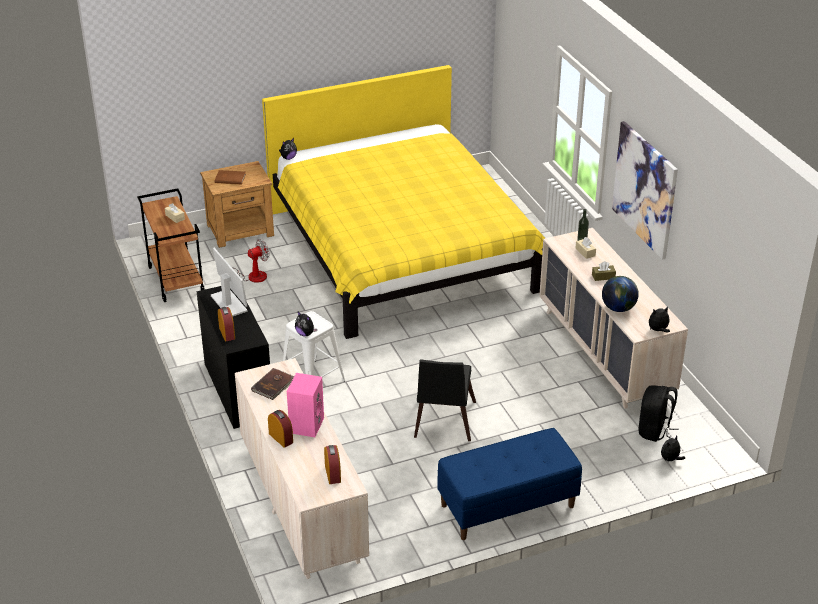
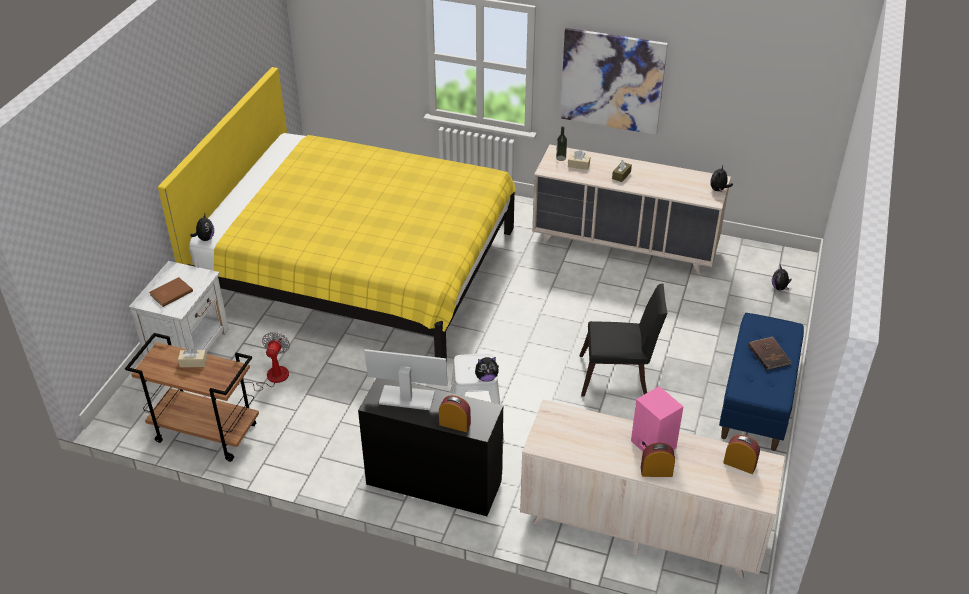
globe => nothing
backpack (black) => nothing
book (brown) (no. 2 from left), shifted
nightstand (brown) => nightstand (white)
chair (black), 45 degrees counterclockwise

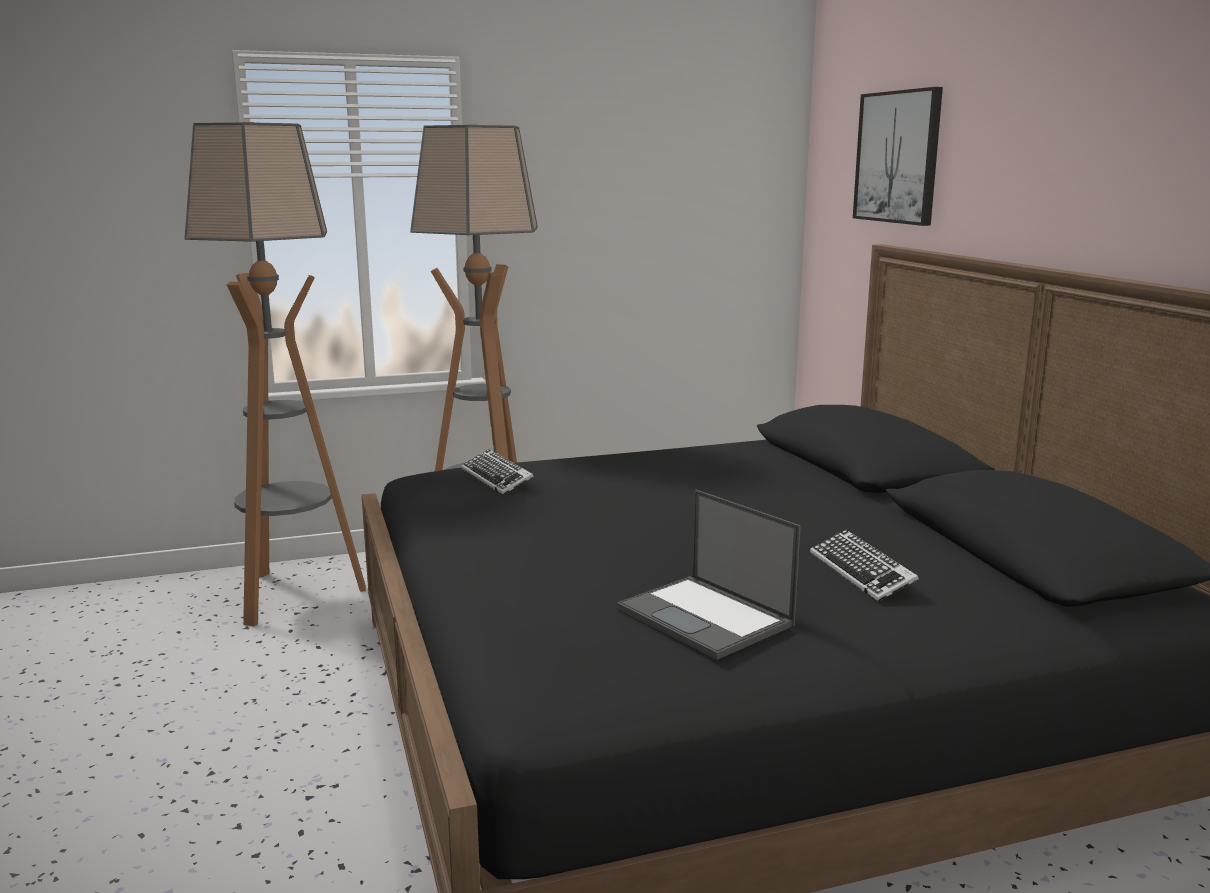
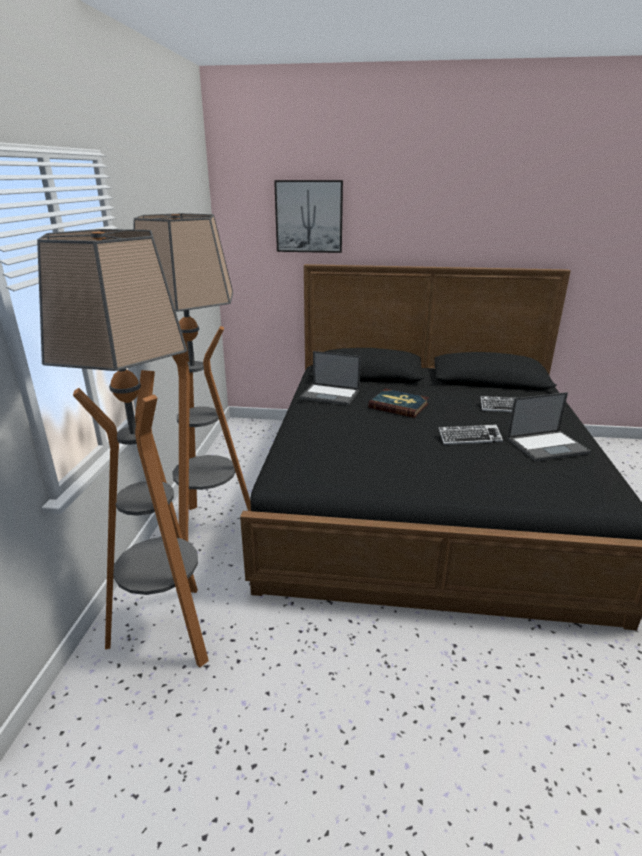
nothing => laptop (no. 1 from left)
nothing => book
keyboard (no. 1 from left), shifted

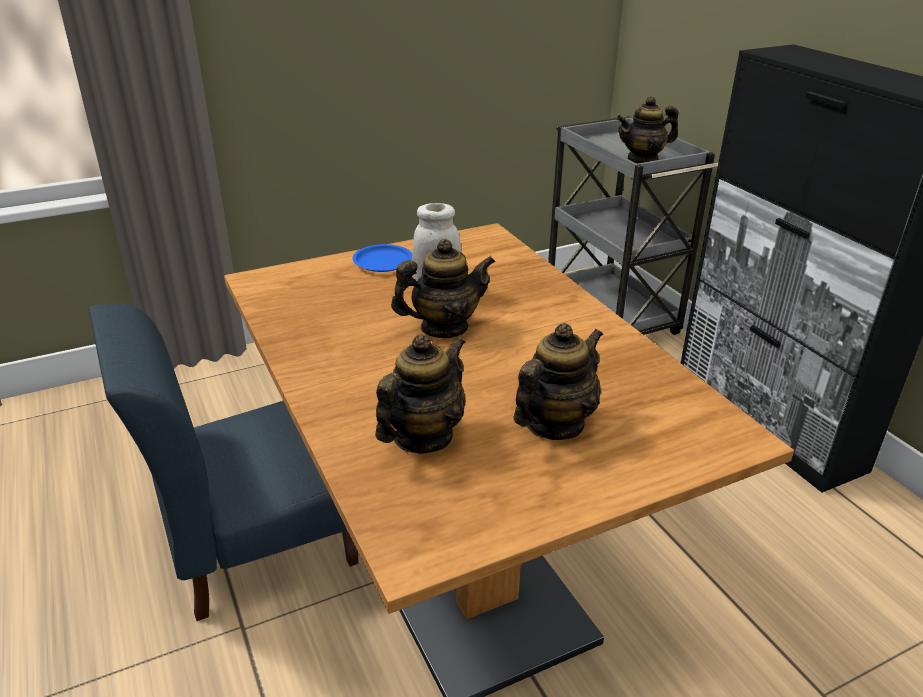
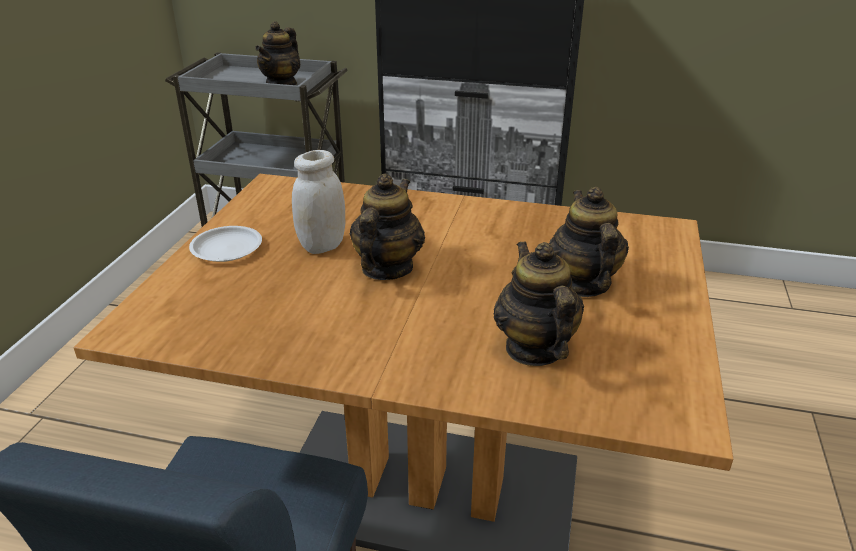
plate (blue) => plate (white)

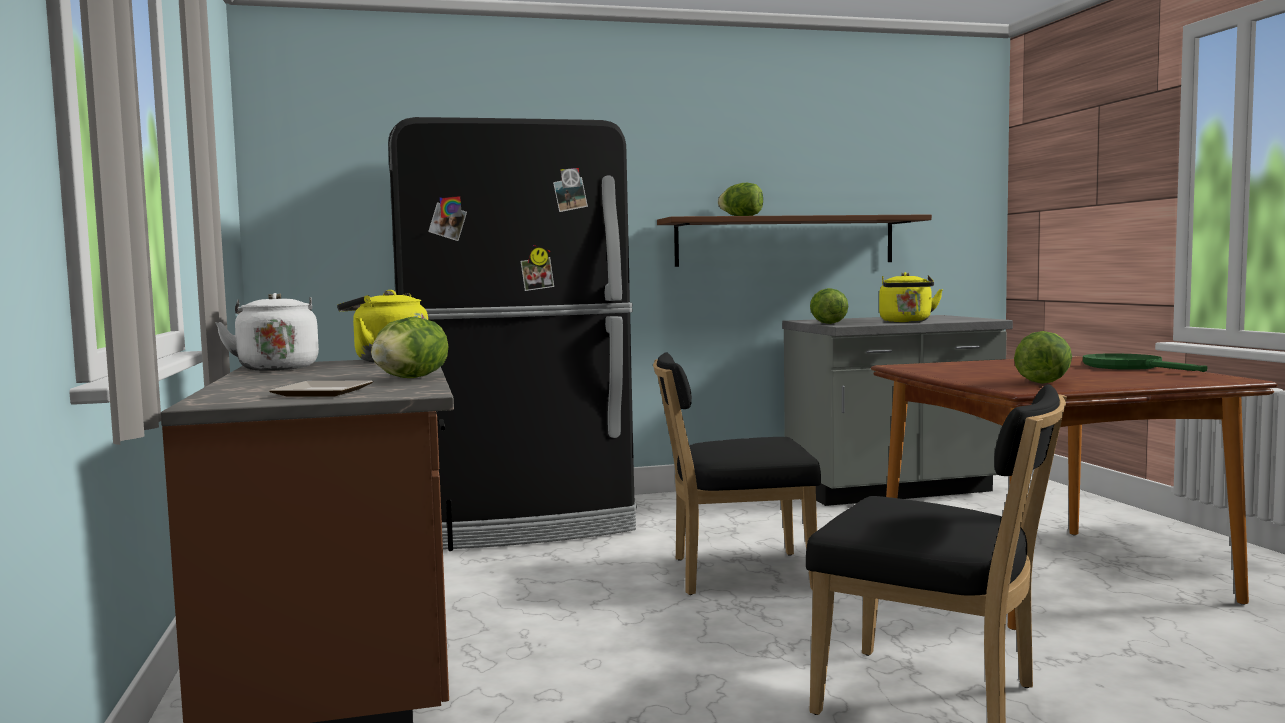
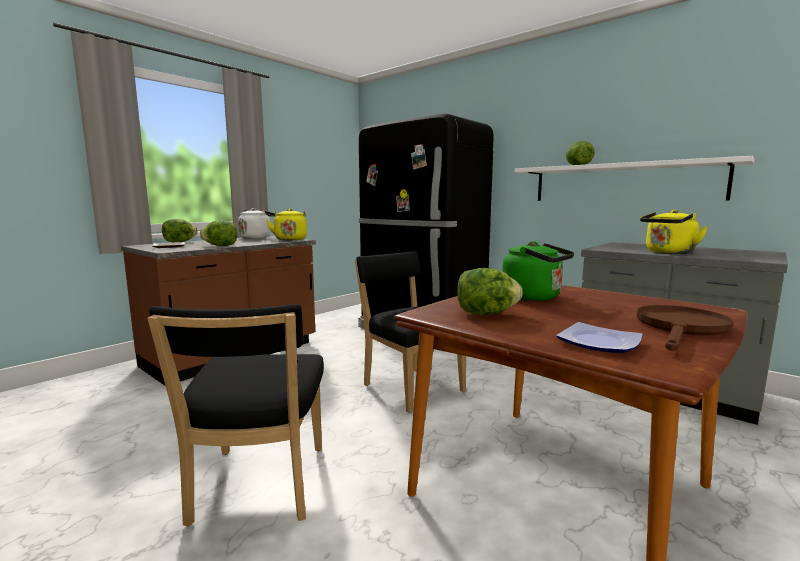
nothing => kettle (green)
nothing => plate (no. 2 from left)
lettuce (no. 3 from left in the first image) => lettuce (no. 1 from left), shifted
shelf (brown) => shelf (white)
frying pan (green) => frying pan (brown)

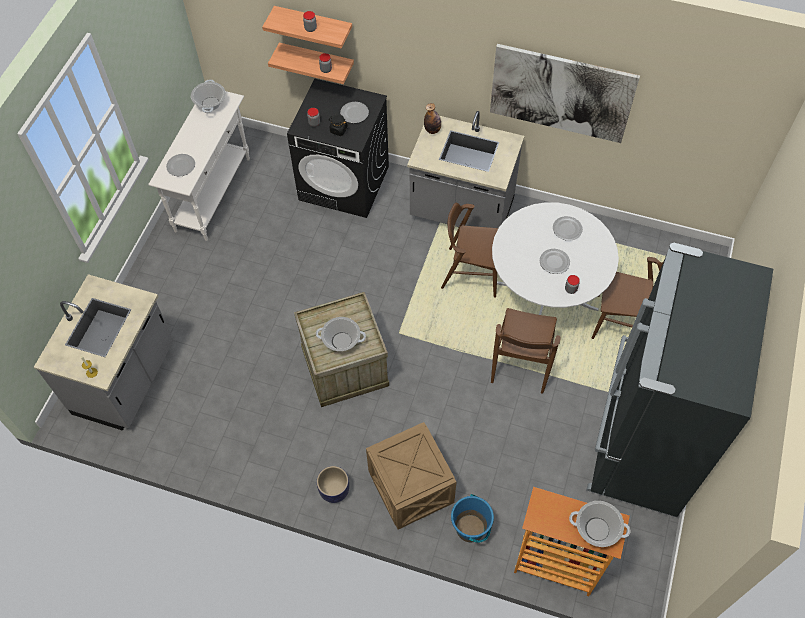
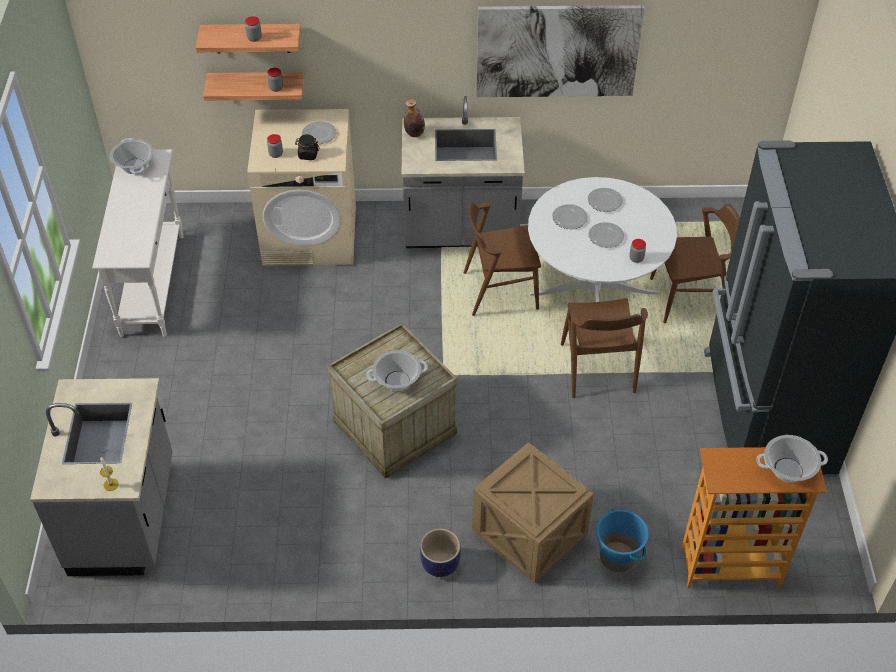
plate (no. 1 from left in the first image) => plate (no. 2 from left), shifted
washing machine (black) => washing machine (beige)

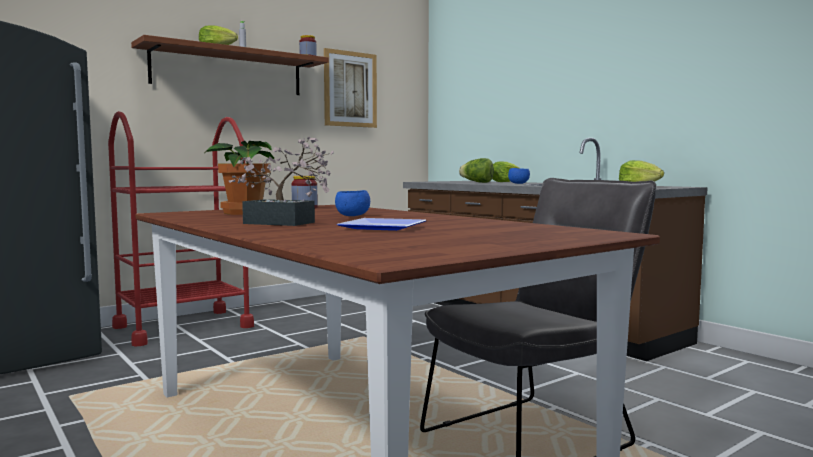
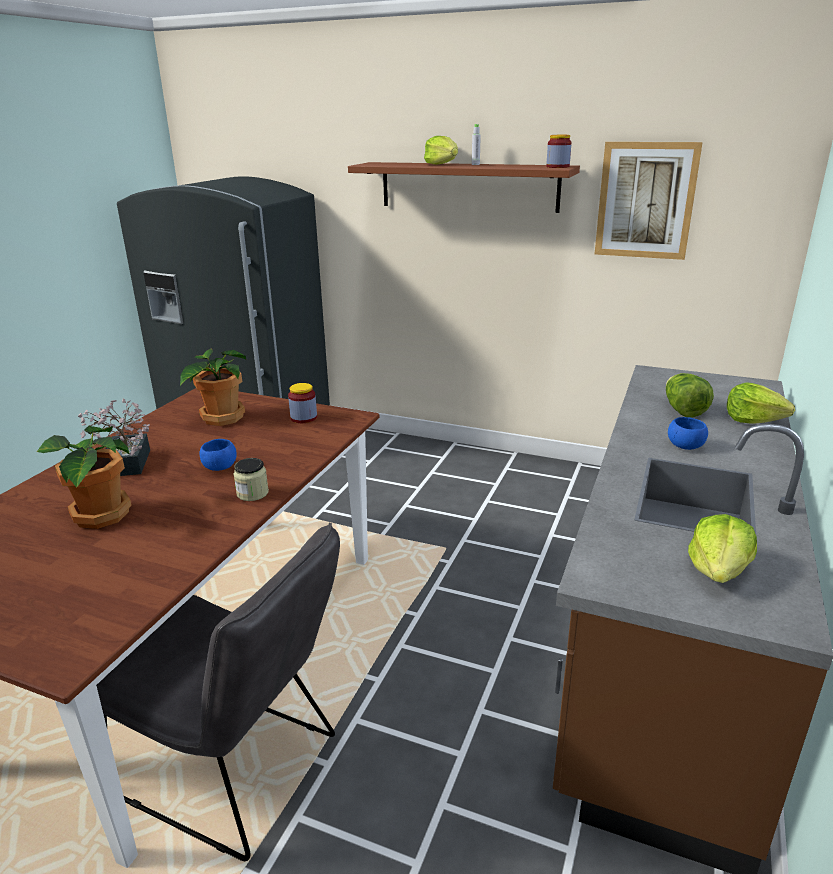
cart (red) => nothing
nothing => jar (no. 1 from left)
plate => potted plant (no. 1 from left)

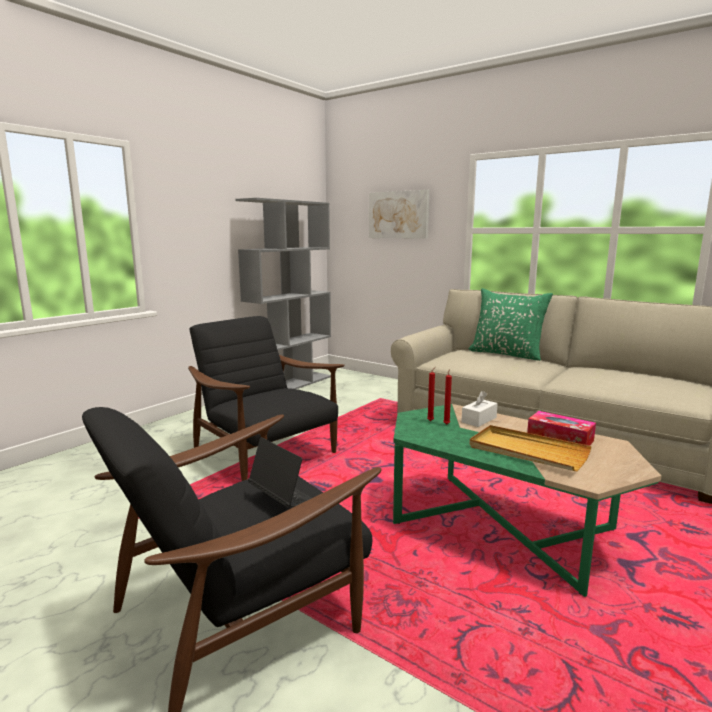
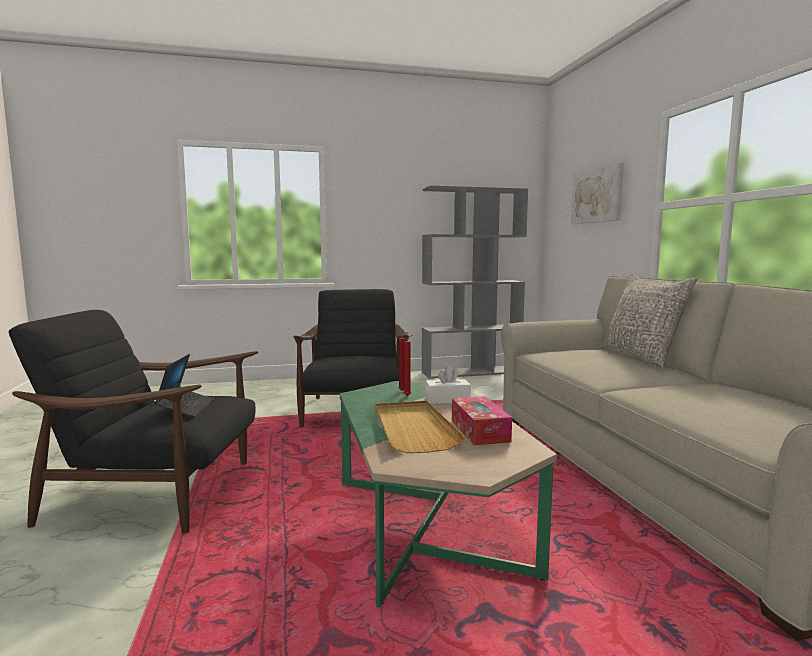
pillow (green) => pillow (grey)

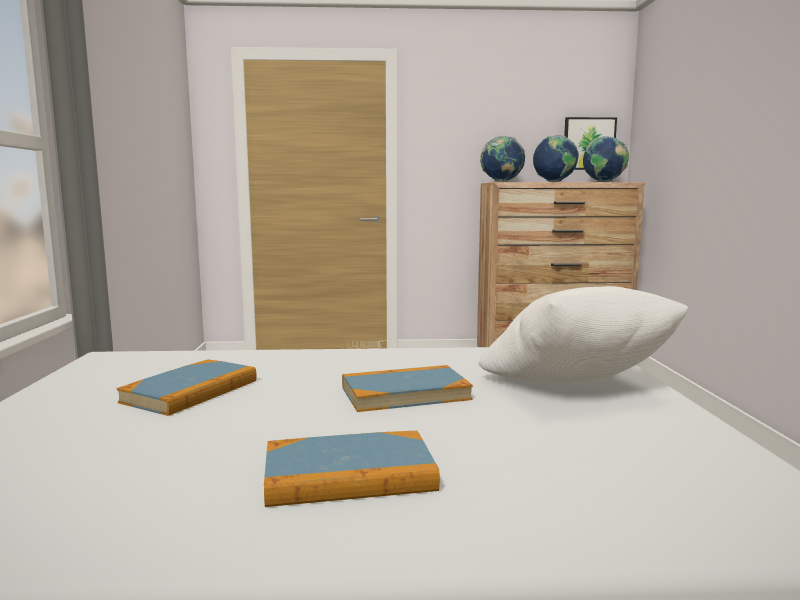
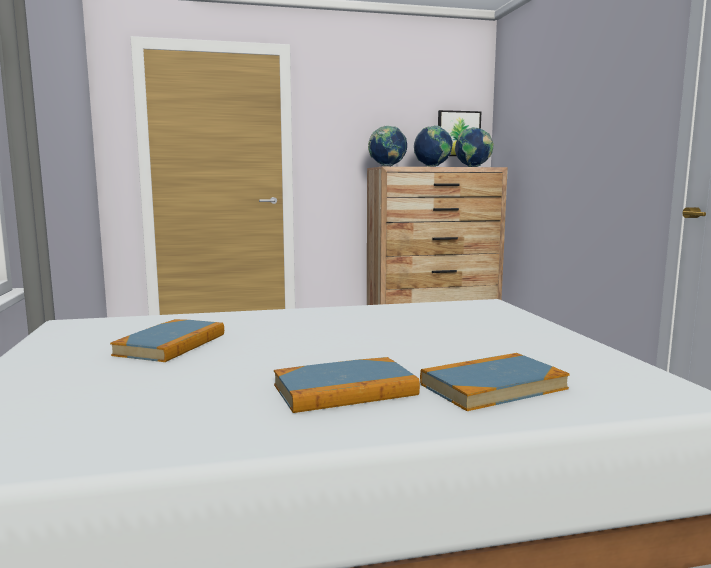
pillow (white) => nothing
book (no. 3 from left), shifted

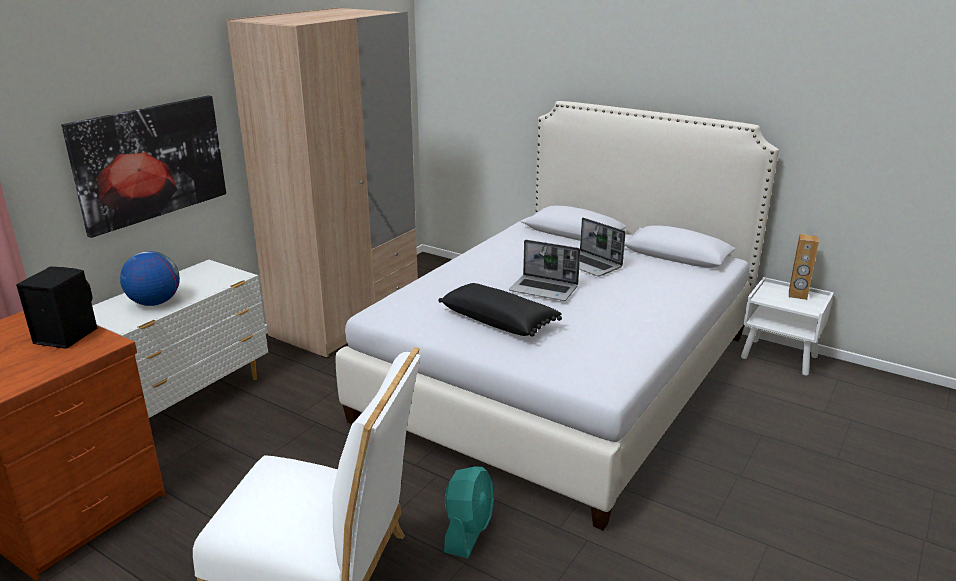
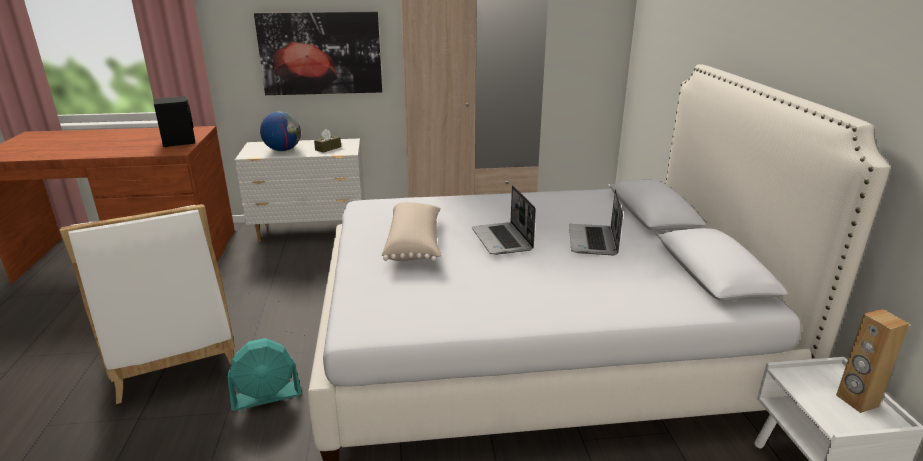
nothing => tissue box (brown)
pillow (black) => pillow (beige)

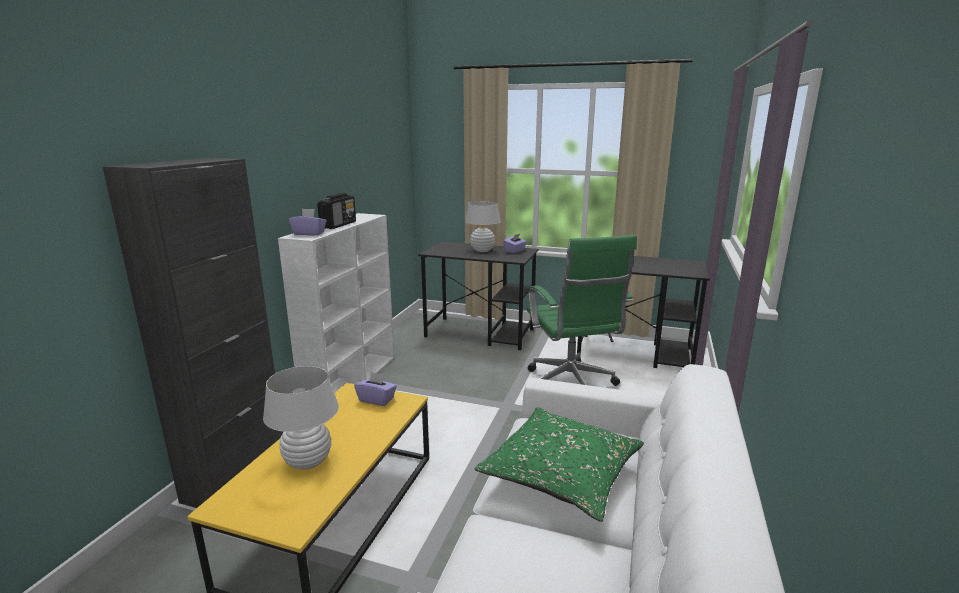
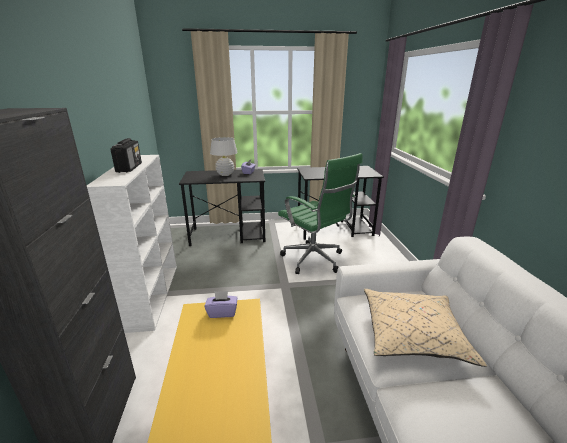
table lamp (white) (no. 1 from left) => nothing
tissue box (purple) (no. 1 from left) => nothing
pillow (green) => pillow (beige)

